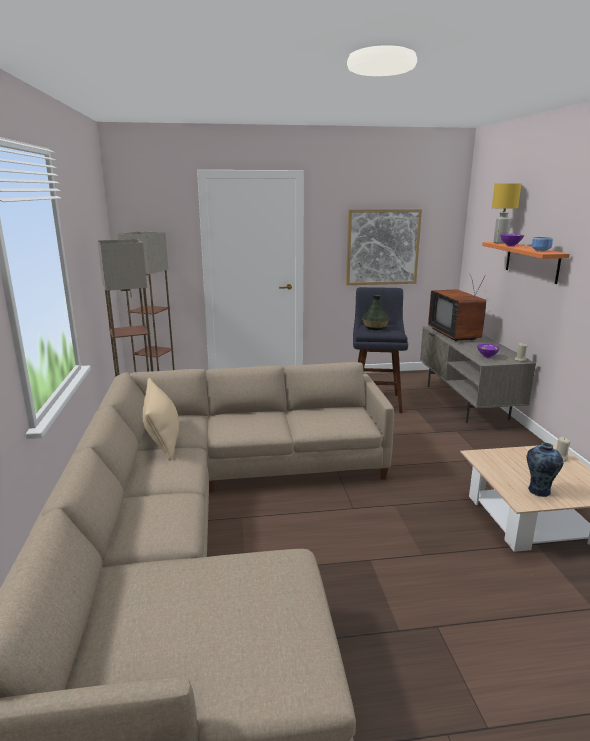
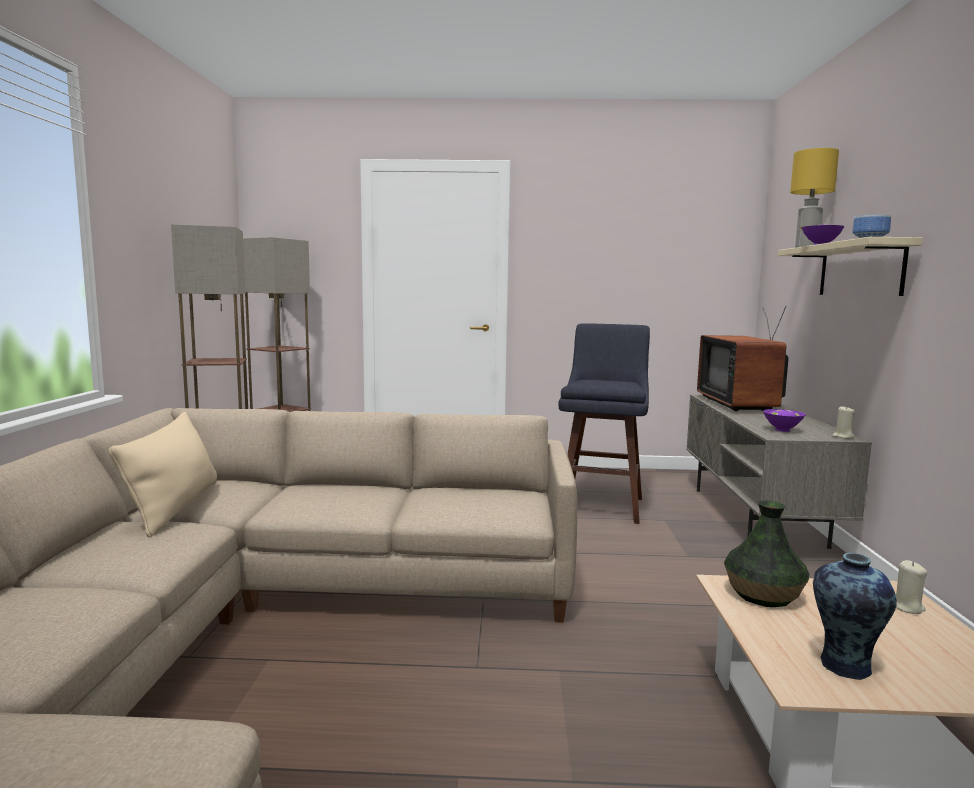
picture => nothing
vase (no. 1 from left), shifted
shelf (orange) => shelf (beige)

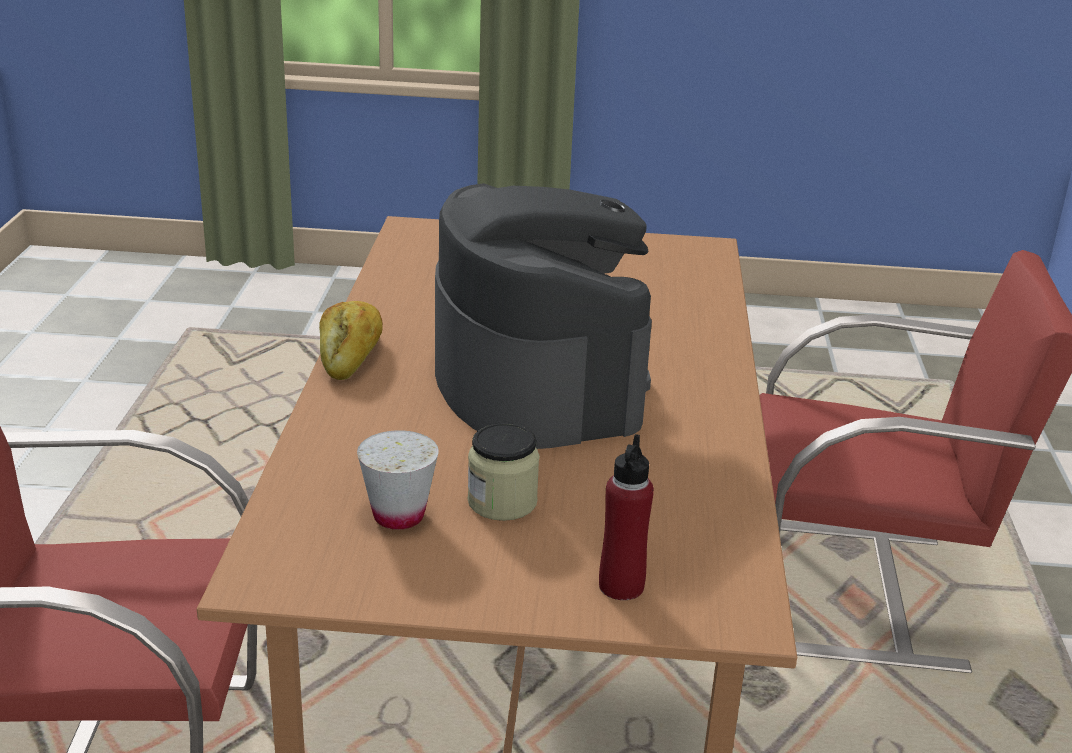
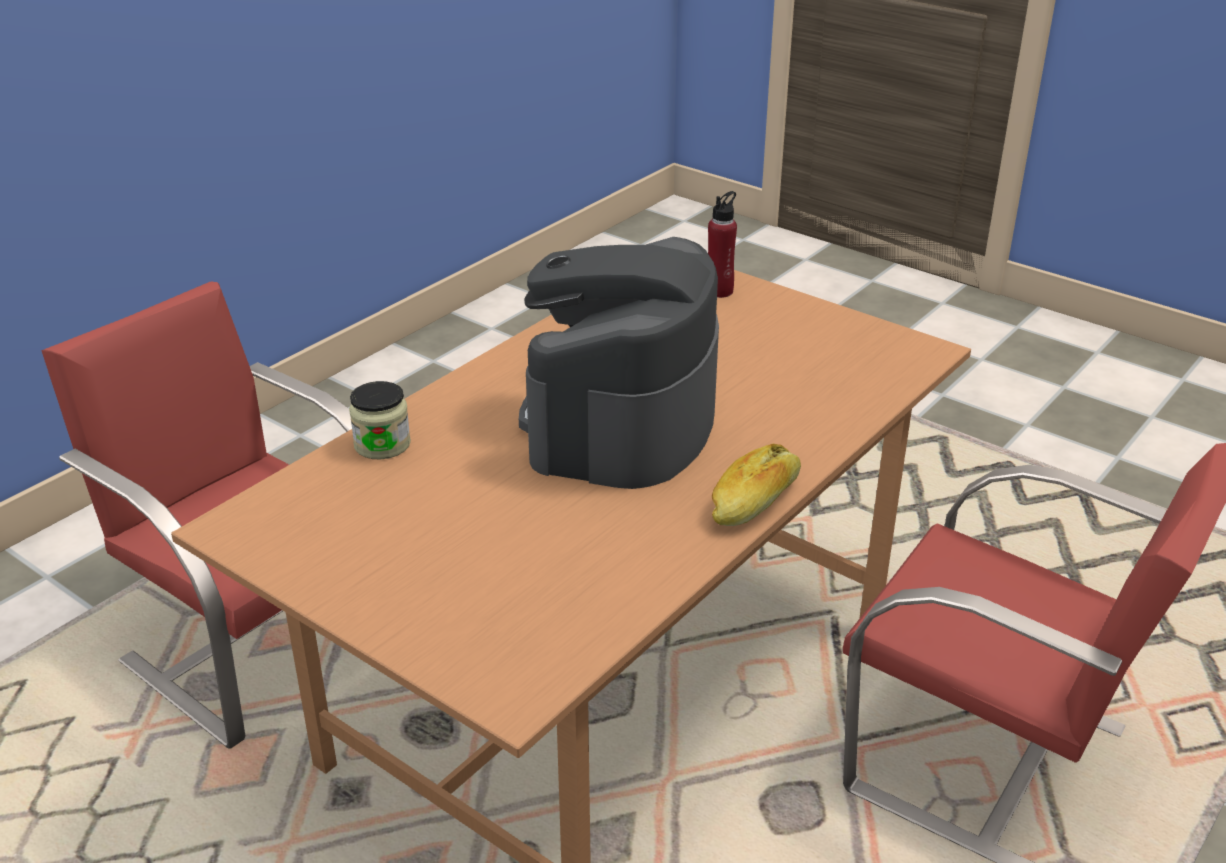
cup (white) => nothing
jar, shifted

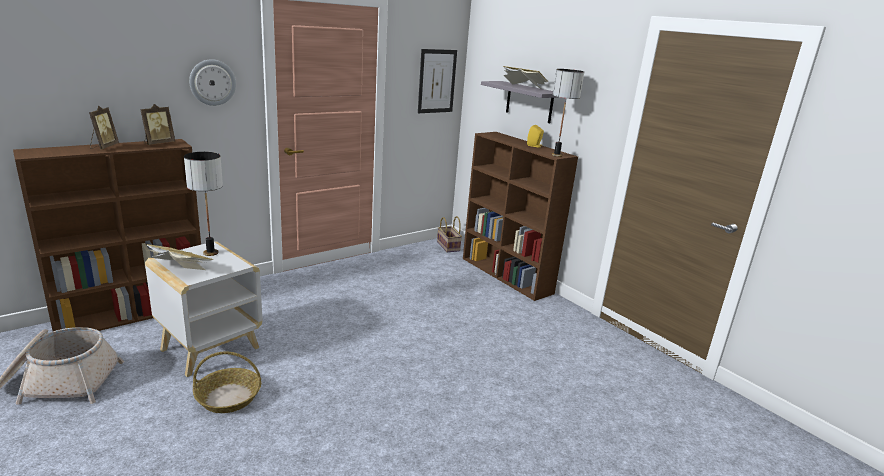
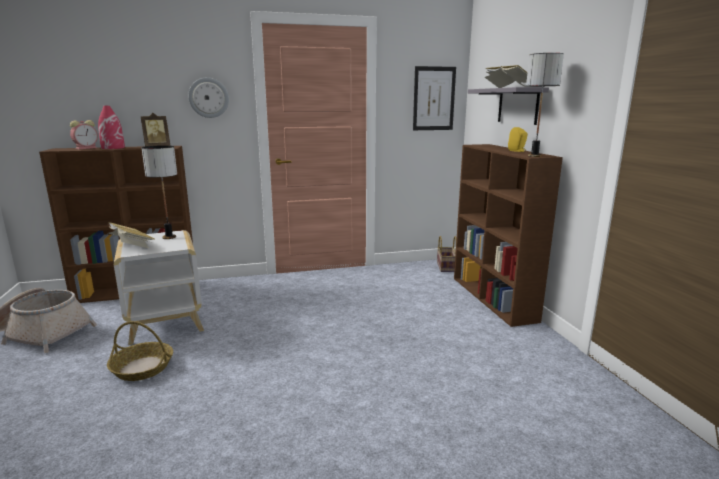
nothing => alarm clock
picture frame (no. 1 from left) => vase (red)

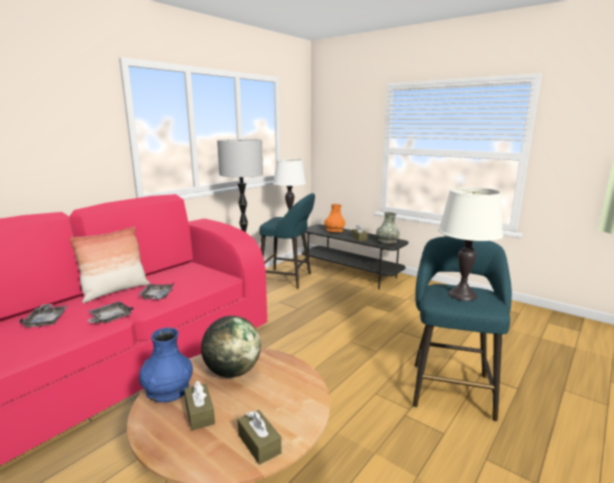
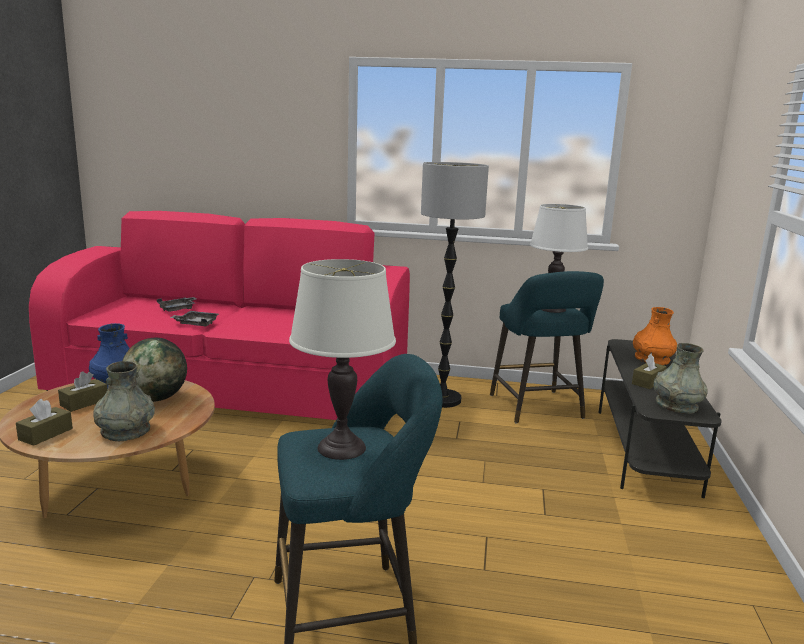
pillow => nothing
tray (grey) (no. 3 from left) => nothing
nothing => vase (grey) (no. 1 from left)

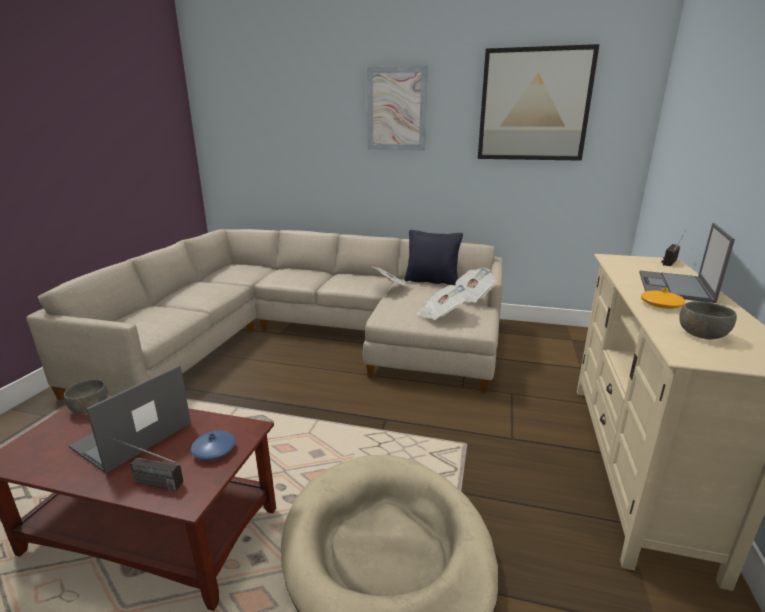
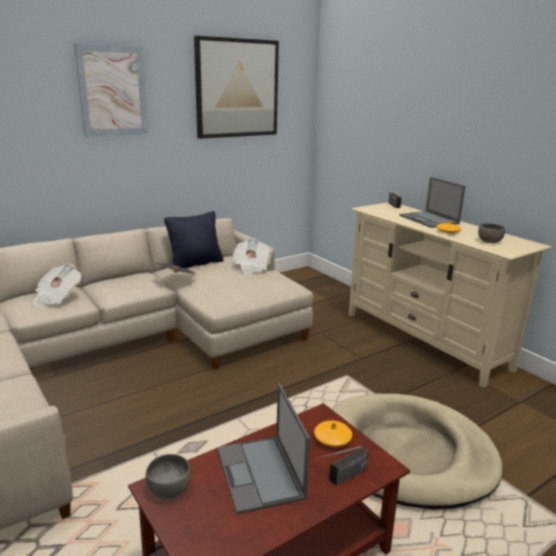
newspaper (no. 2 from left in the first image) => newspaper (no. 1 from left), shifted
vase (blue) => vase (orange) (no. 1 from left)

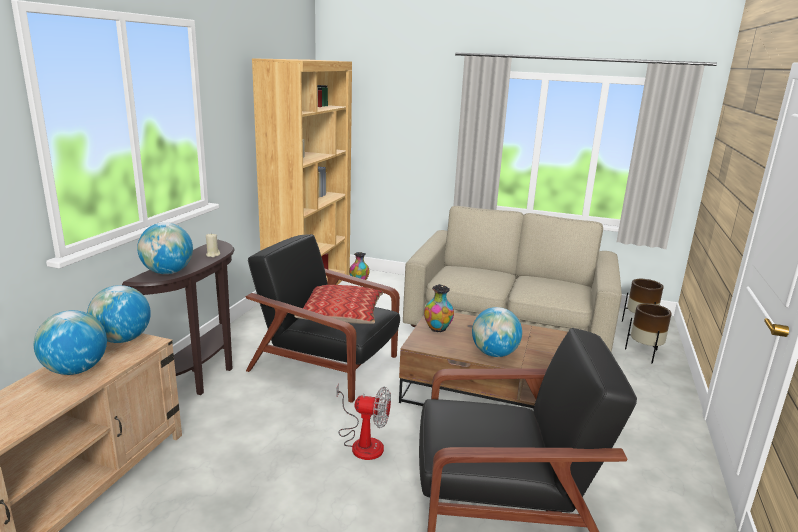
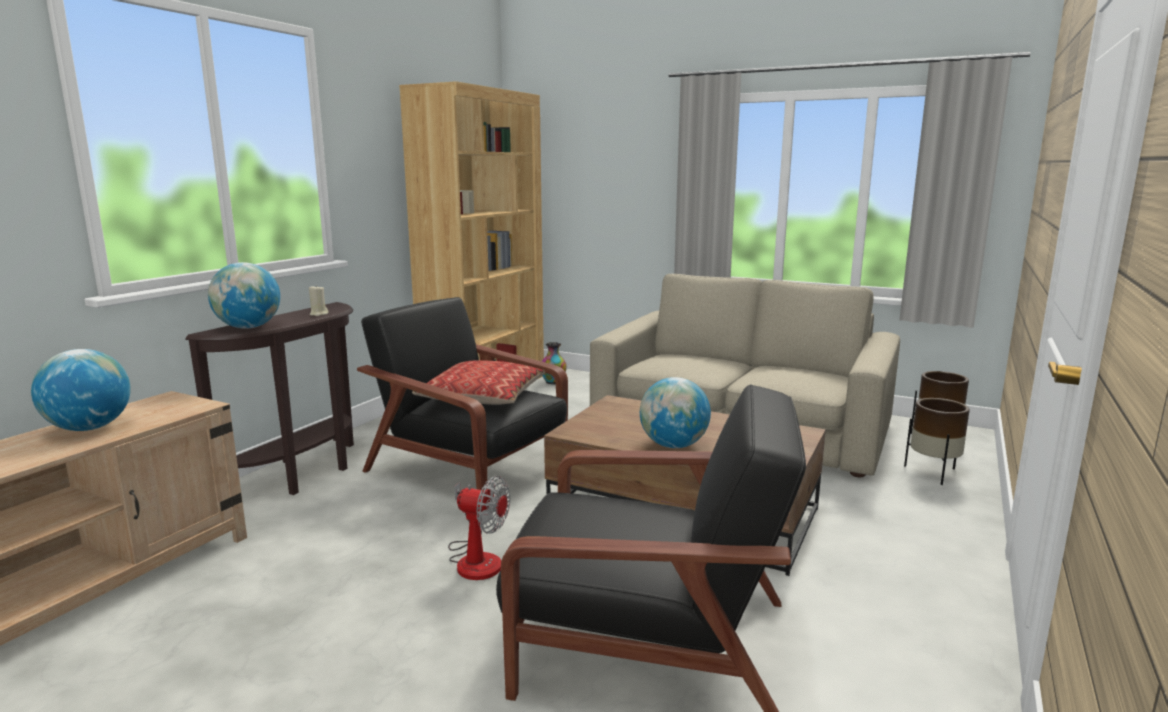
globe (no. 2 from left) => nothing
vase (no. 2 from left) => nothing

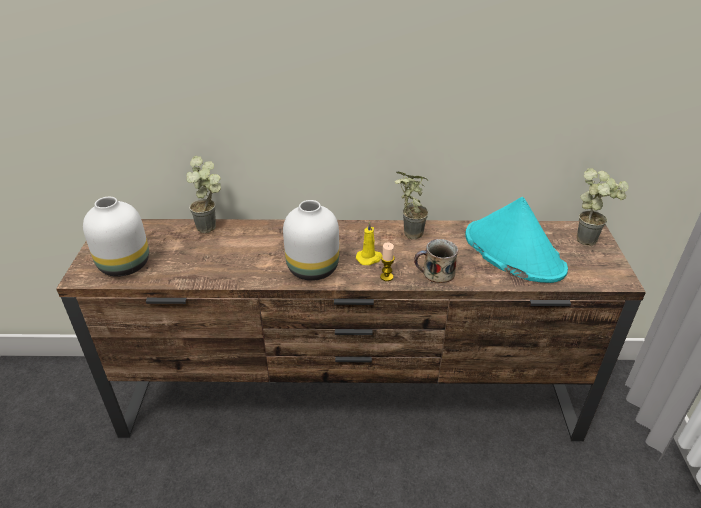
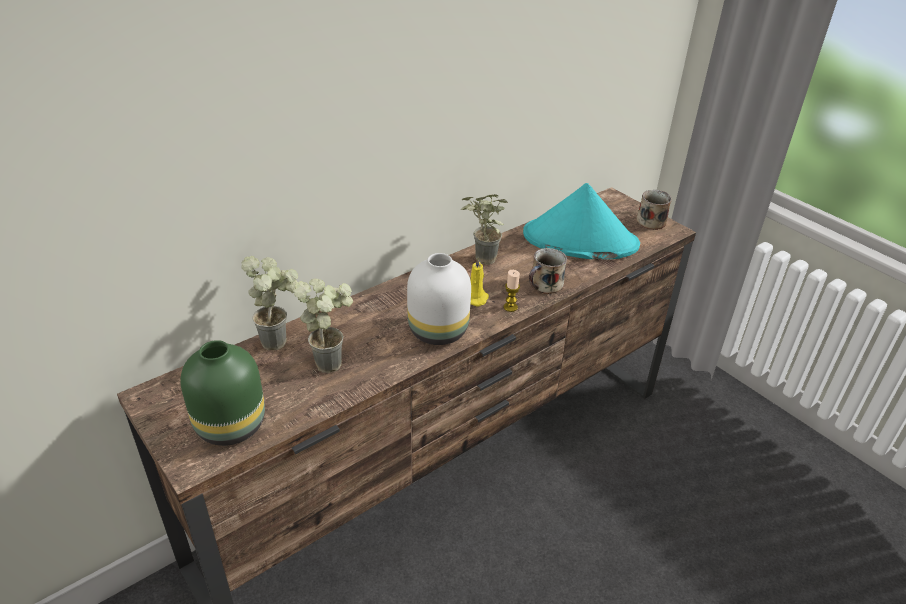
nothing => mug (no. 2 from left)
potted plant (no. 3 from left in the first image) => potted plant (no. 2 from left), shifted
vase (white) (no. 1 from left) => vase (green)

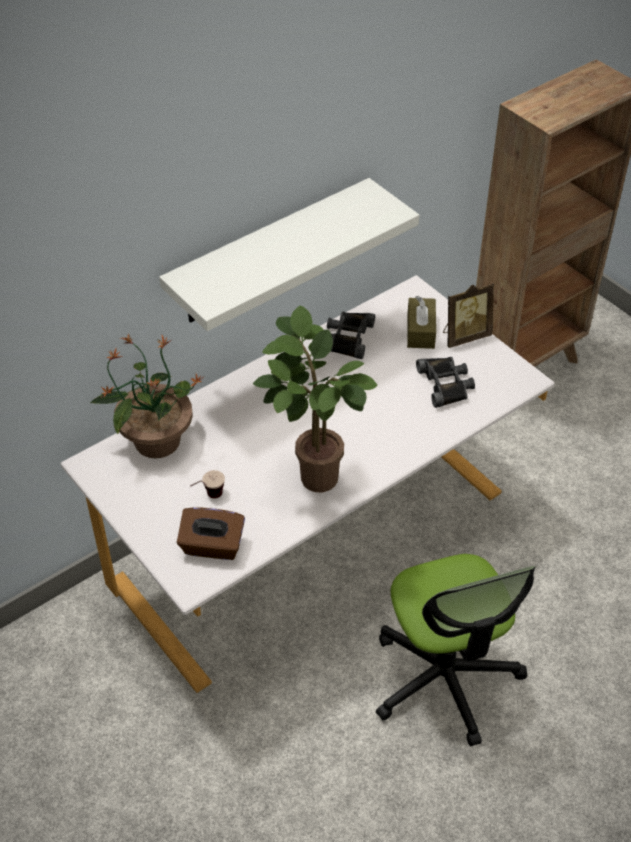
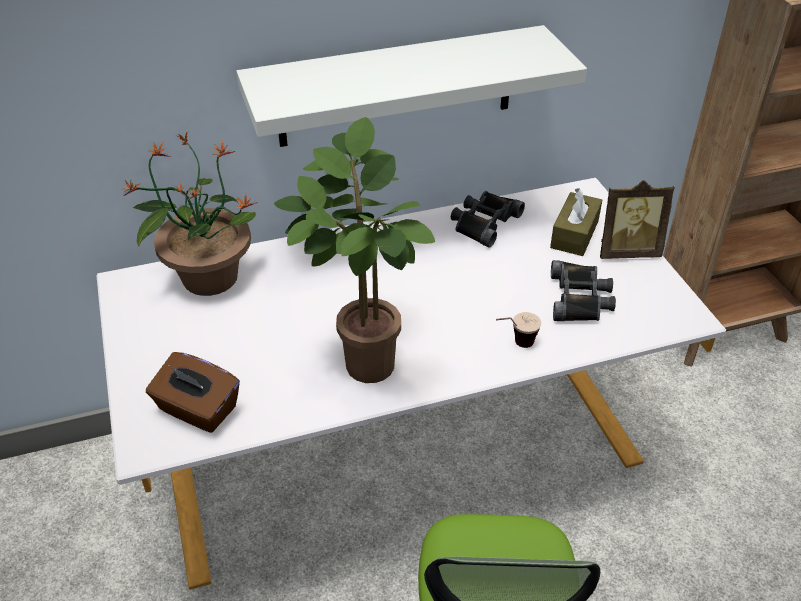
cup, shifted

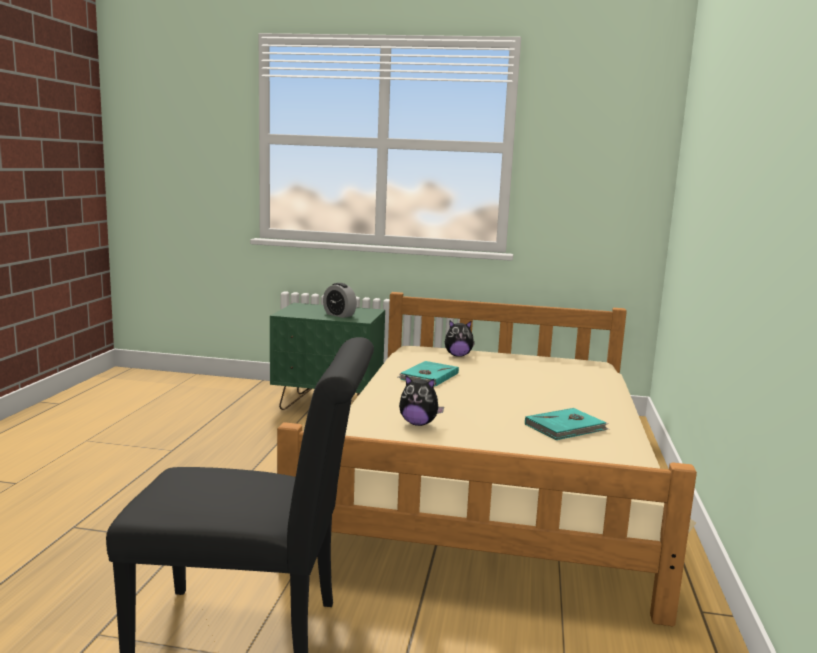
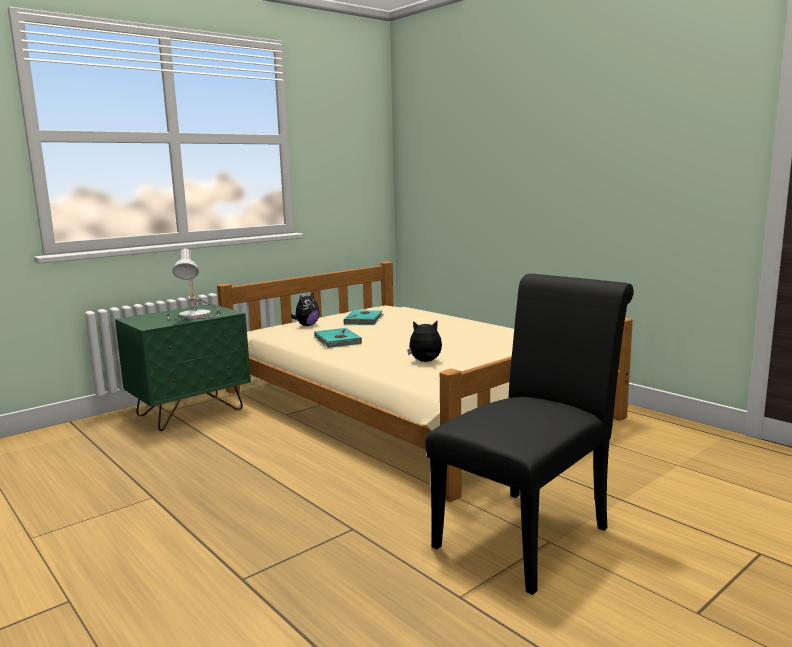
book (turquoise) (no. 2 from left), shifted
alarm clock => table lamp
plush toy (no. 1 from left in the first image) => plush toy (no. 2 from left), 150 degrees counterclockwise

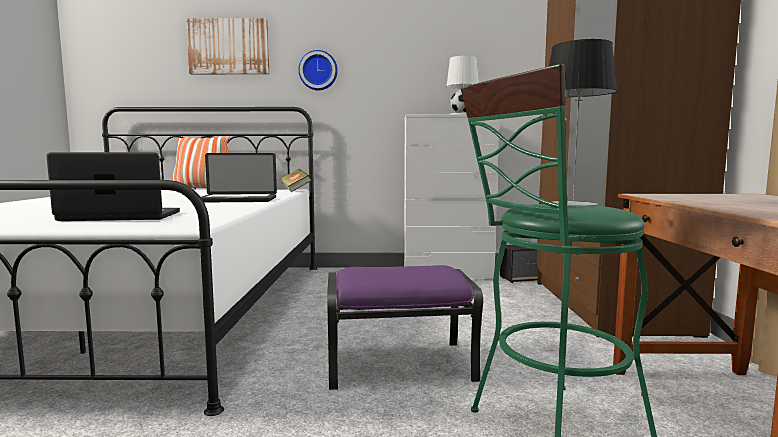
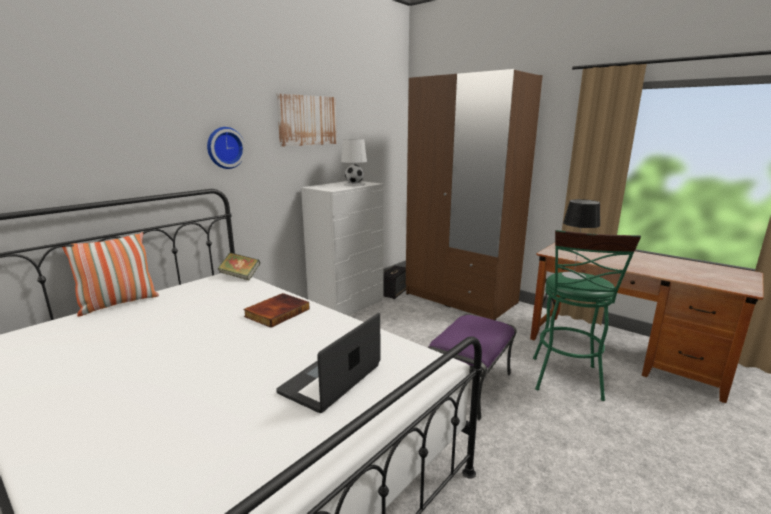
picture, shifted
laptop (no. 2 from left) => book (no. 2 from left)

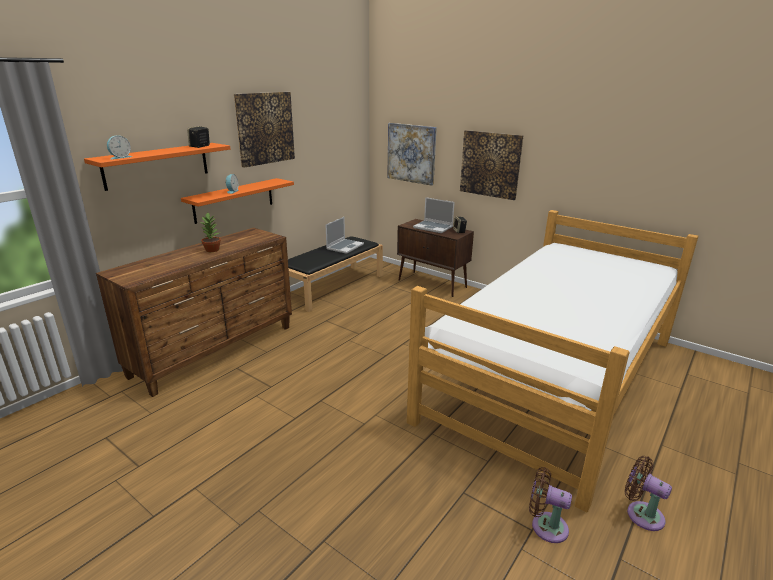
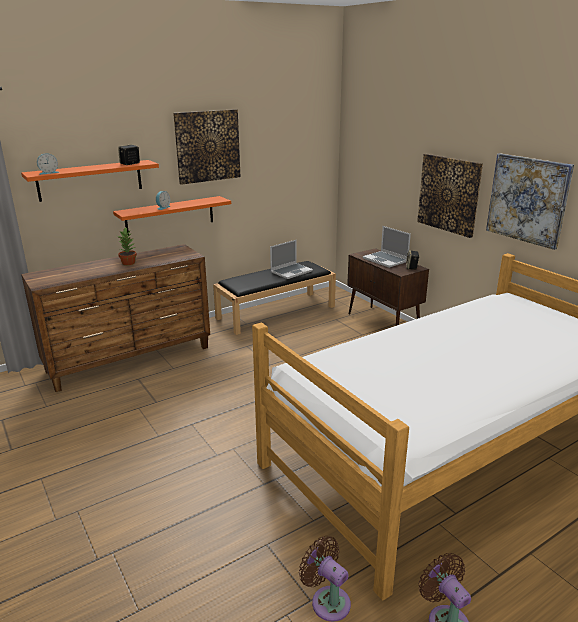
picture (no. 2 from left in the first image) => picture (no. 3 from left), shifted

